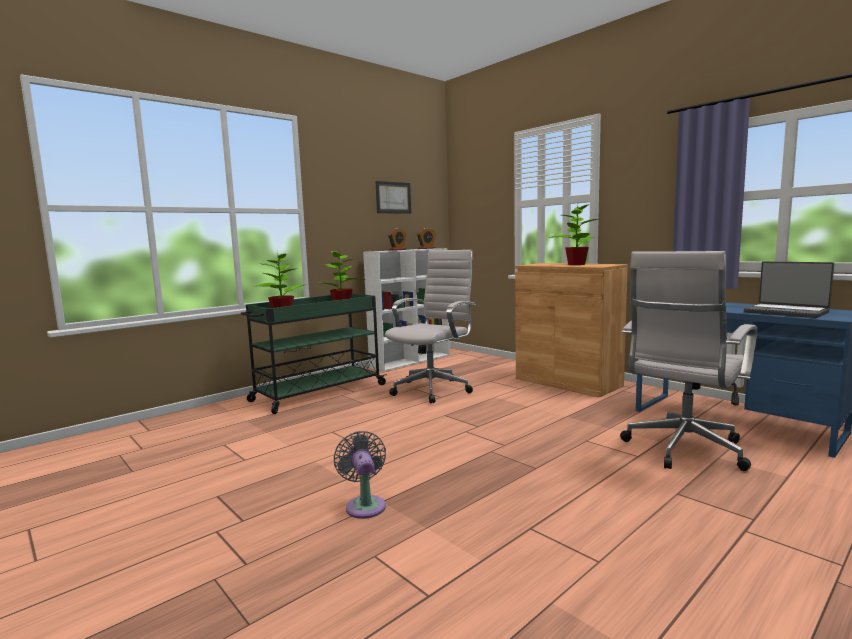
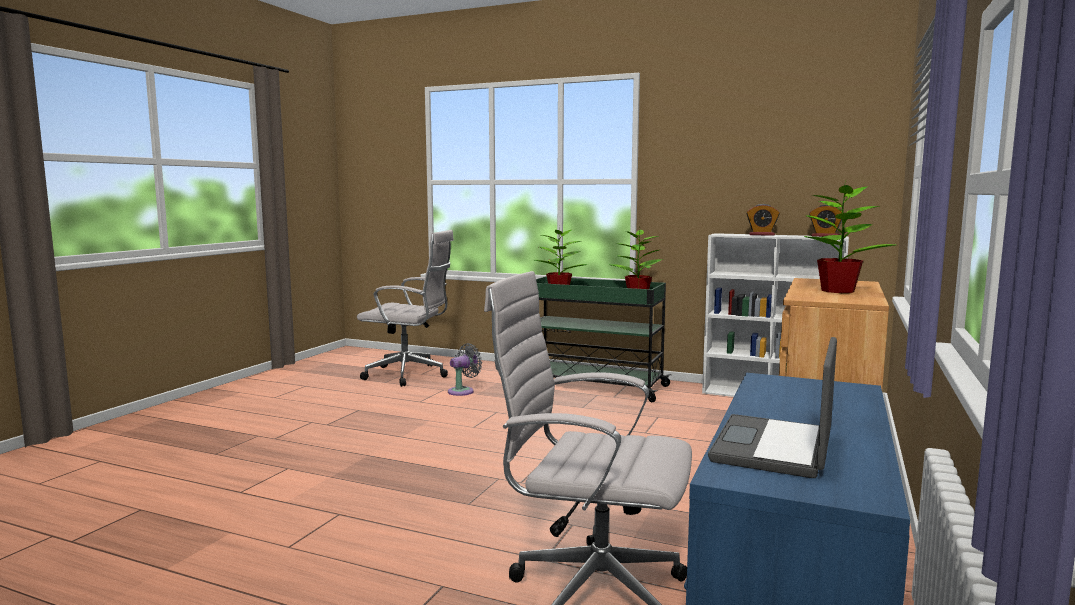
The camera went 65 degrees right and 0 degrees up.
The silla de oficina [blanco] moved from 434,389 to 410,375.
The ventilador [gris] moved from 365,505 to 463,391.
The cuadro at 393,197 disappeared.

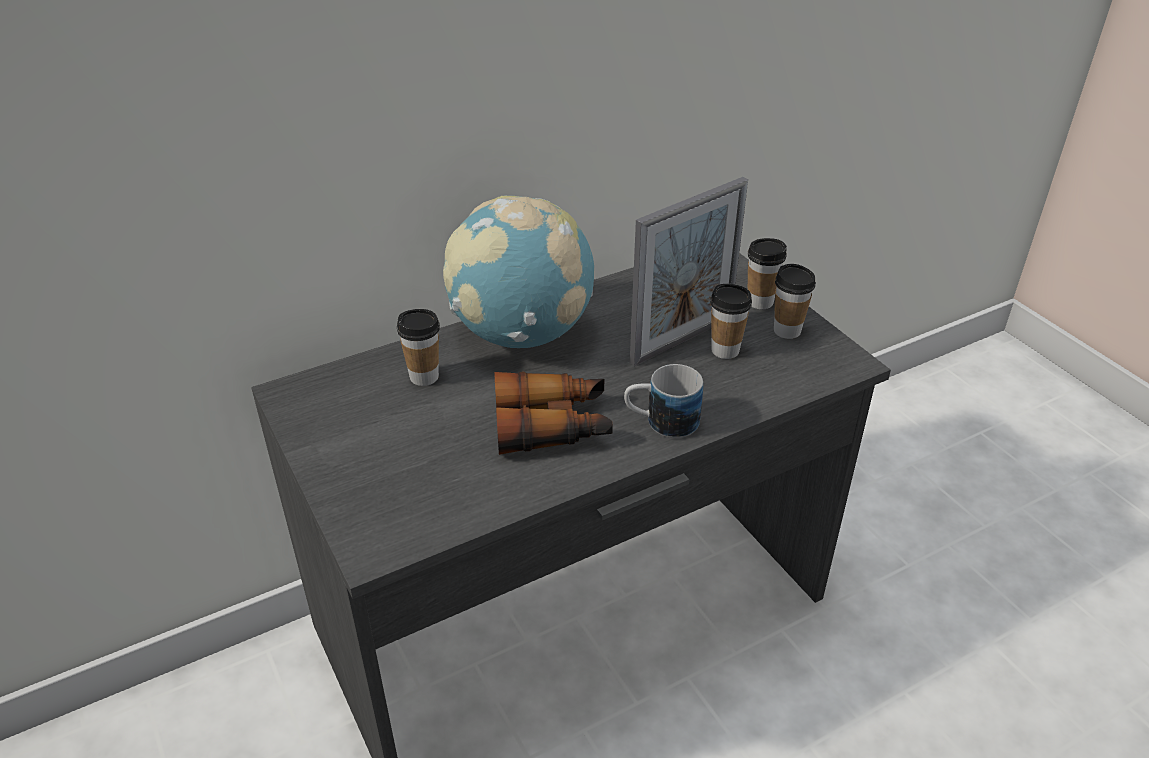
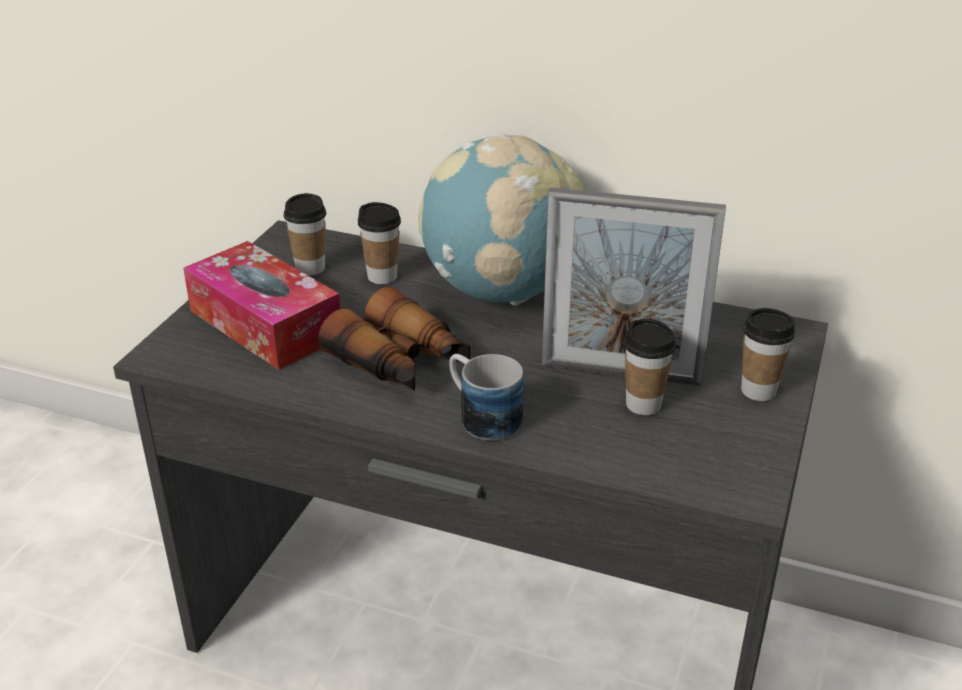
The camera went 50 degrees right and 5 degrees down.
The caja de pañuelos at 265,324 appeared.
The taza moved from 787,330 to 310,268.

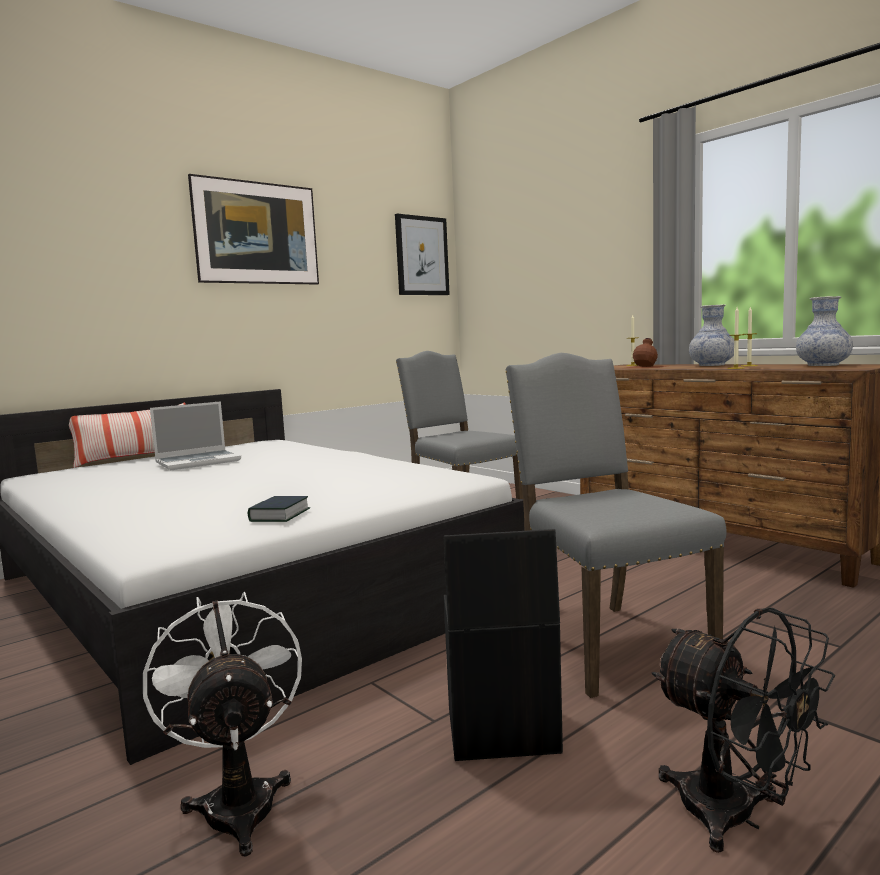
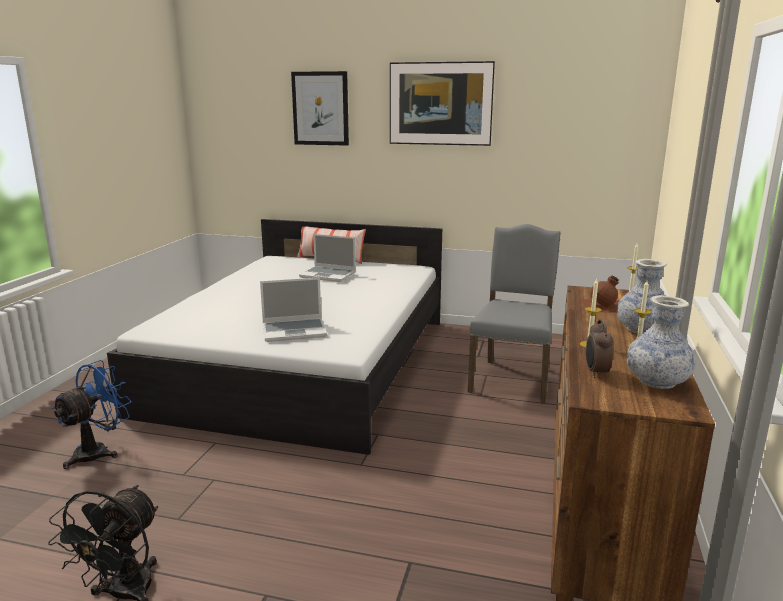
The camera went 55 degrees right and 10 degrees up.
The ventilador [blanco] at 238,800 became the ventilador [azul] at 98,451.
The portátil at 295,331 appeared.
The cuadro moved from 421,256 to 320,108.
The despertador at 595,373 appeared.
The libro at 279,515 disappeared.
The caja de almacenaje [negro] at 500,732 disappeared.
The silla [gris] at 606,643 disappeared.

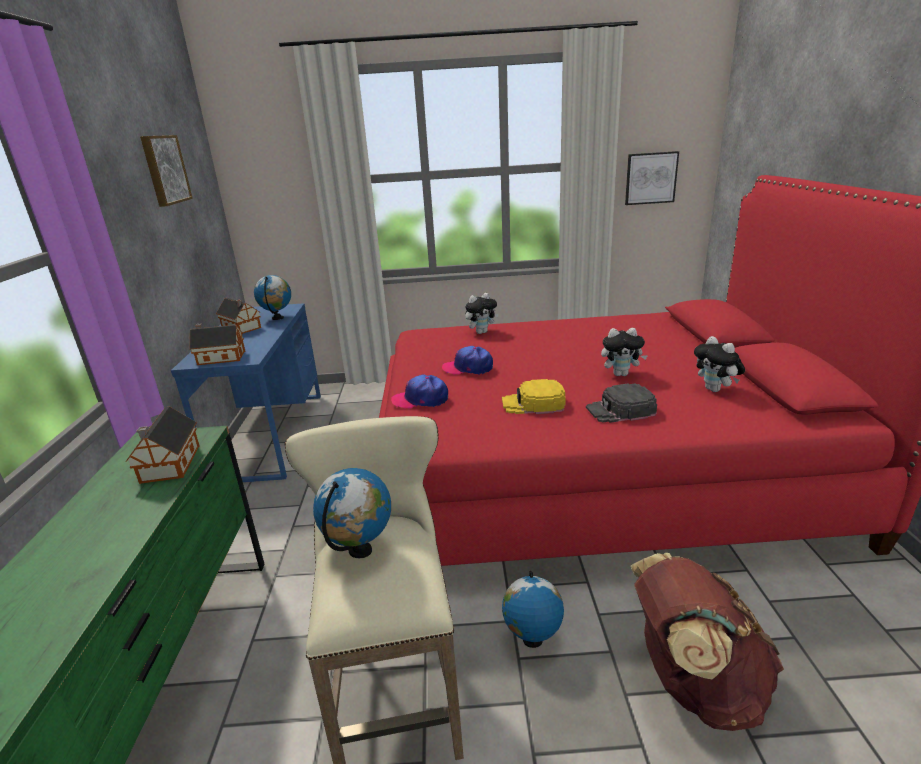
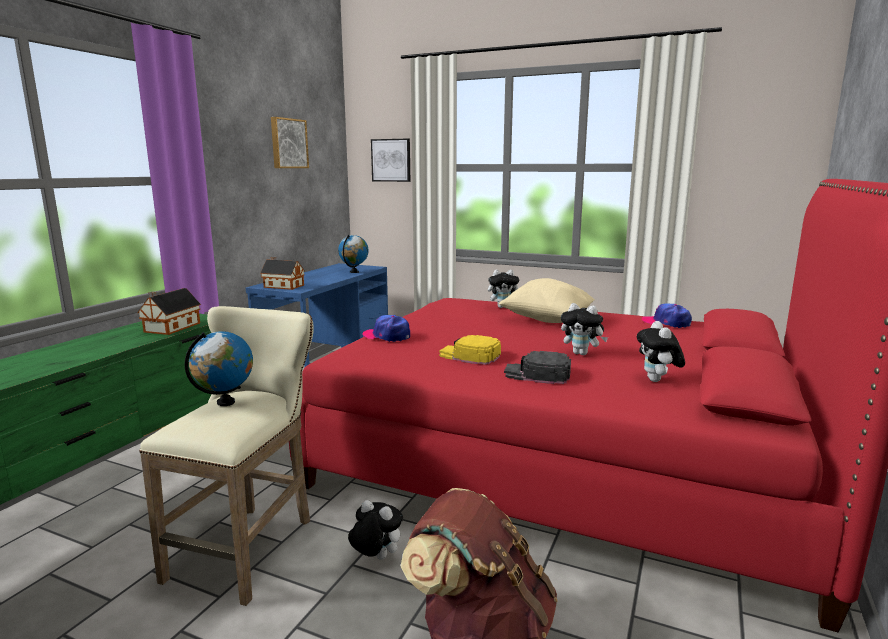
The camera went 25 degrees right and 10 degrees down.
The globo terráqueo at 532,640 was replaced by the peluche at 375,557.
The cuadro moved from 650,178 to 391,160.
The cojín [beis] at 546,320 appeared.
The gorra moved from 468,368 to 666,323.
The casita at 242,328 disappeared.

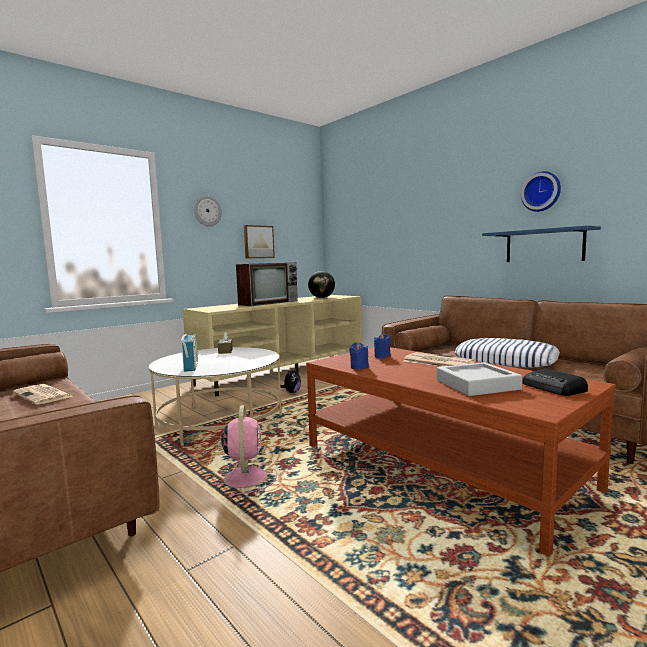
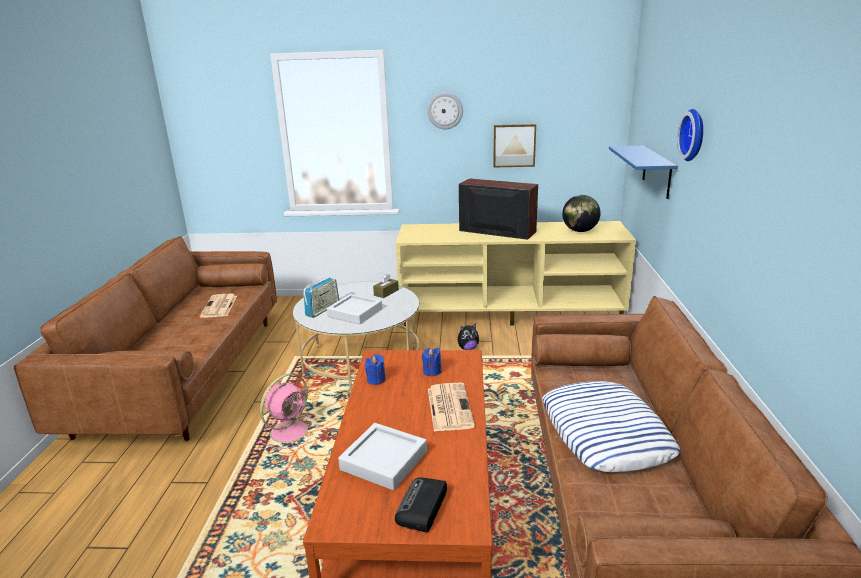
The camera went 45 degrees right and 15 degrees up.
The bandeja [gris] at 355,312 appeared.
The televisor at 269,302 turned 150 degrees counterclockwise.
The estante [azul] moved from 544,246 to 657,171.
The reloj de pared moved from 541,192 to 695,135.

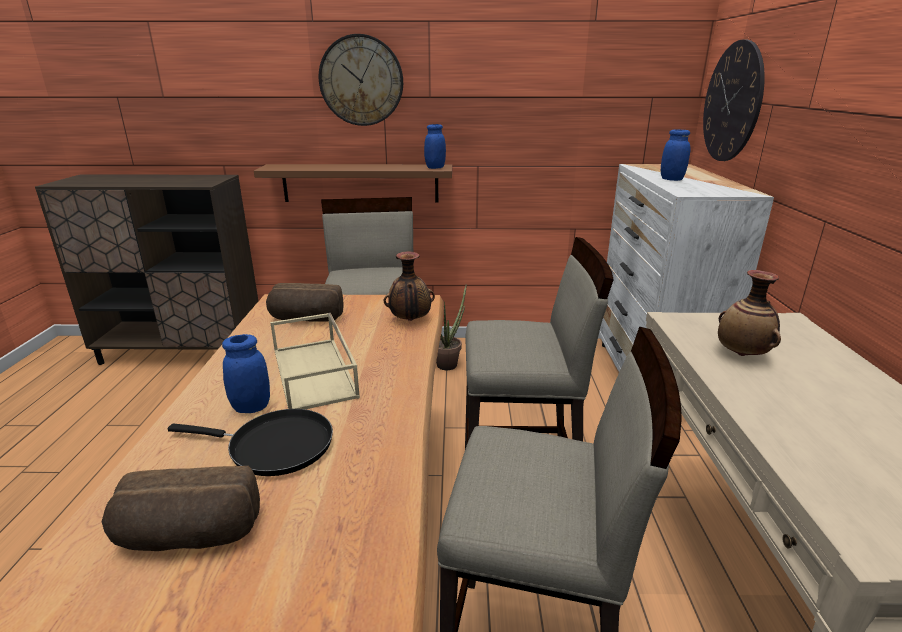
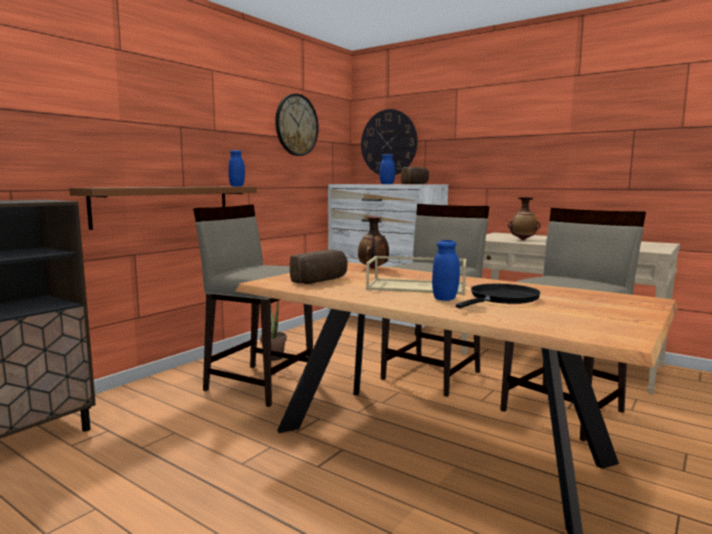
The camera went 55 degrees left and 15 degrees down.
The reloj de pared moved from 361,81 to 296,125.
The pan moved from 188,536 to 416,184.

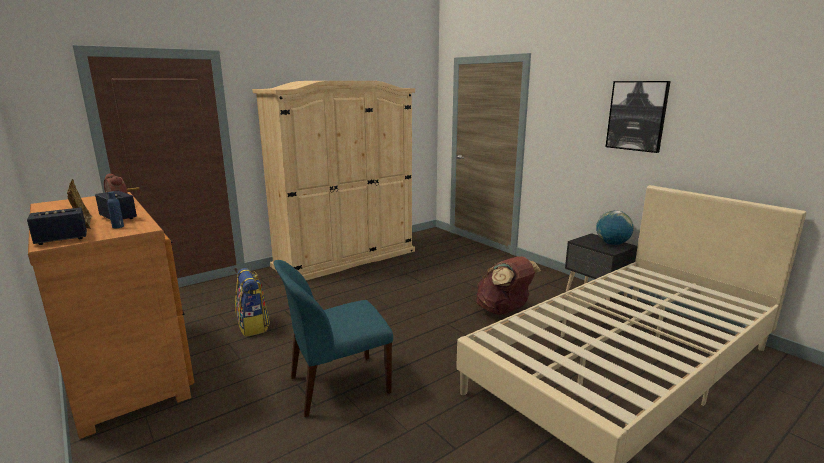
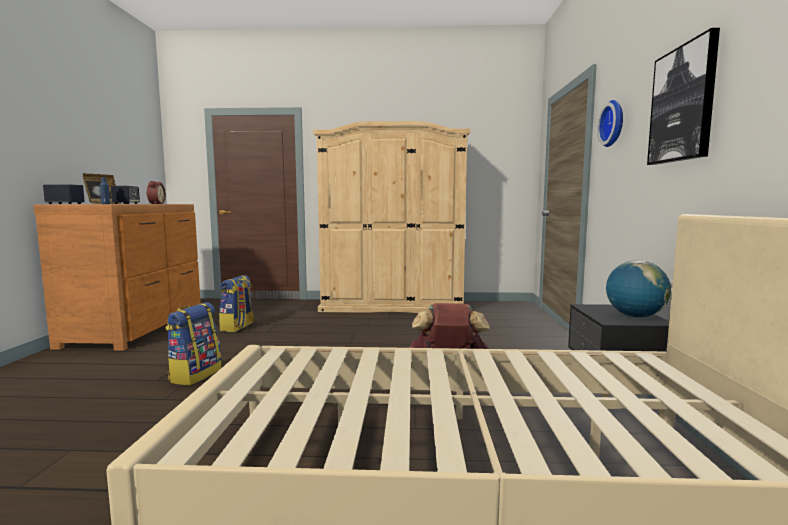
The camera went 40 degrees right and 10 degrees down.
The silla [azul] at 337,385 was replaced by the mochila at 195,375.
The reloj de pared at 614,123 appeared.

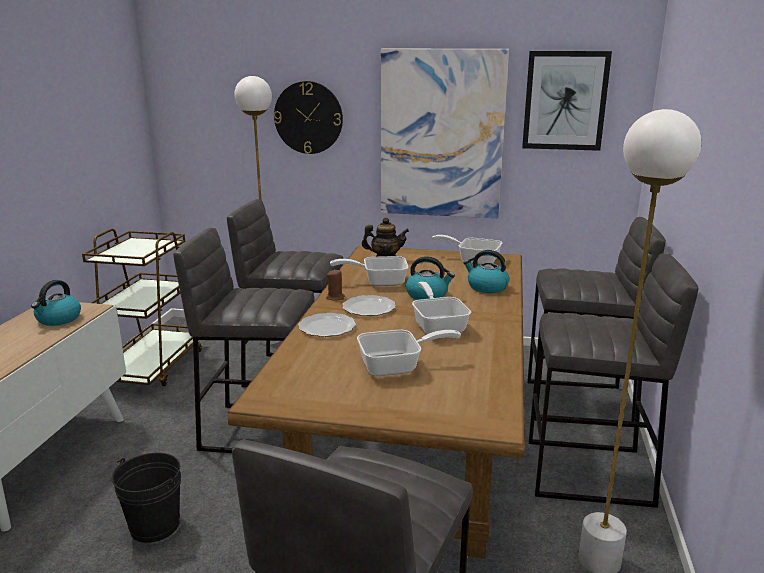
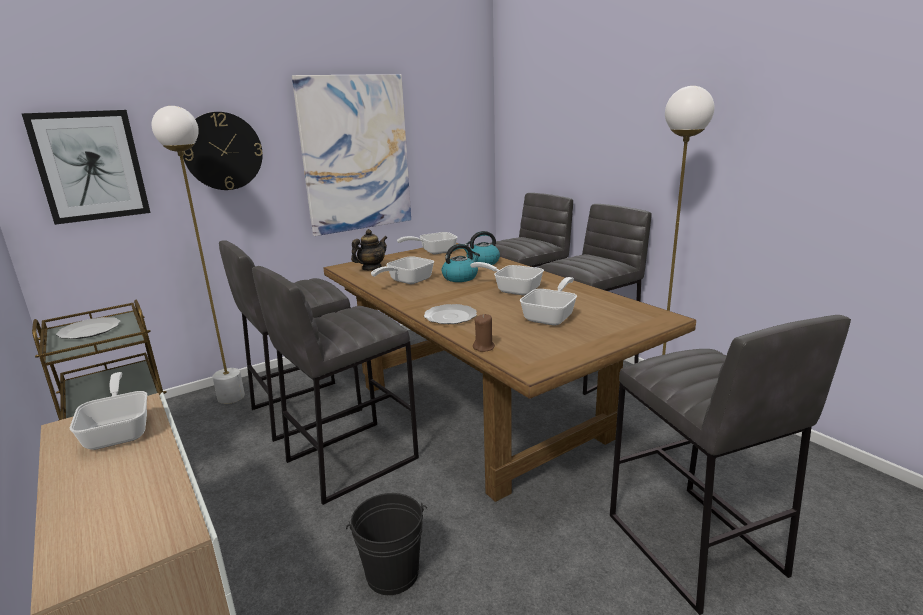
The camera went 45 degrees left and 0 degrees up.
The cuadro moved from 565,101 to 90,166.
The plato moved from 369,308 to 90,330.
The hervidor at 58,319 was replaced by the sartén at 120,430.
The vela [marrón] moved from 335,297 to 484,347.

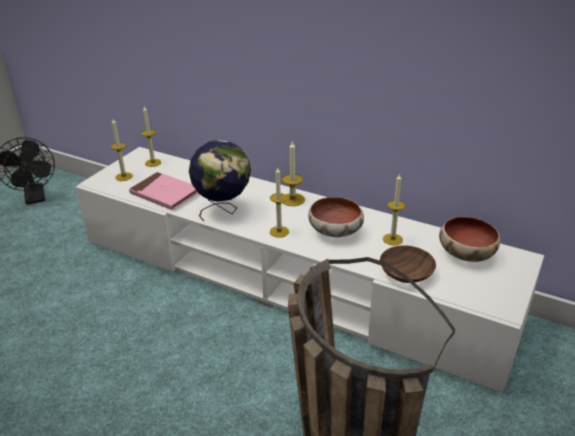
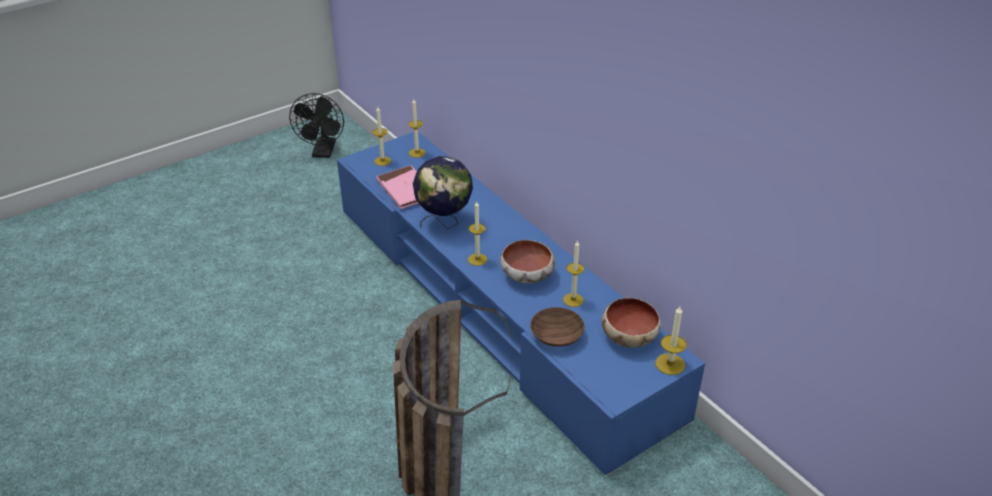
The camera went 25 degrees right and 5 degrees up.
The mueble de televisión [blanco] at 289,279 became the mueble de televisión [azul] at 496,306.
The vela moved from 292,199 to 670,364.

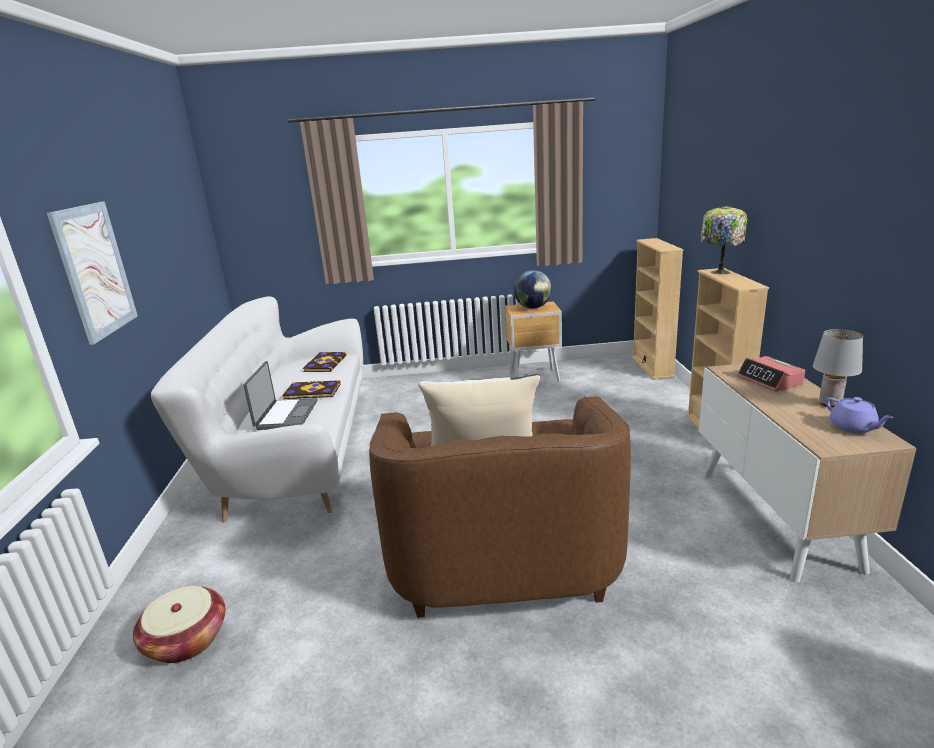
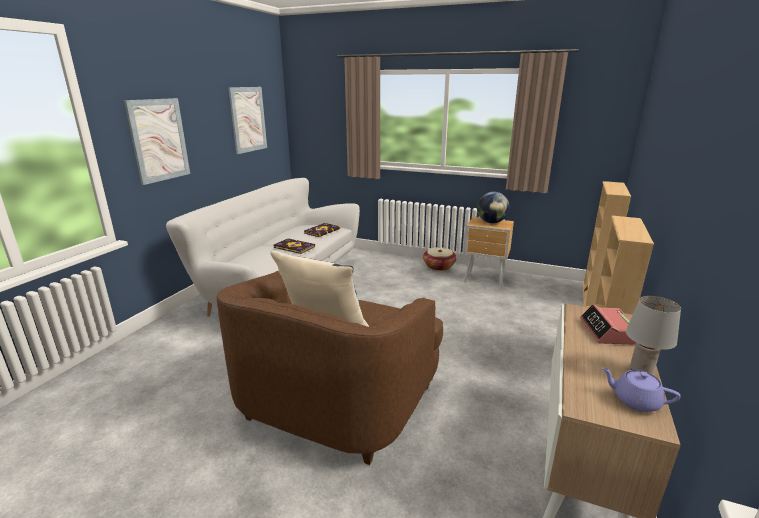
The camera went 25 degrees right and 0 degrees up.
The cuadro at 248,119 appeared.
The cesta moved from 186,640 to 439,266.
The tetera [morado] at 853,427 turned 120 degrees clockwise.
The portátil at 285,415 disappeared.
The lámpara de mesa at 719,272 disappeared.

